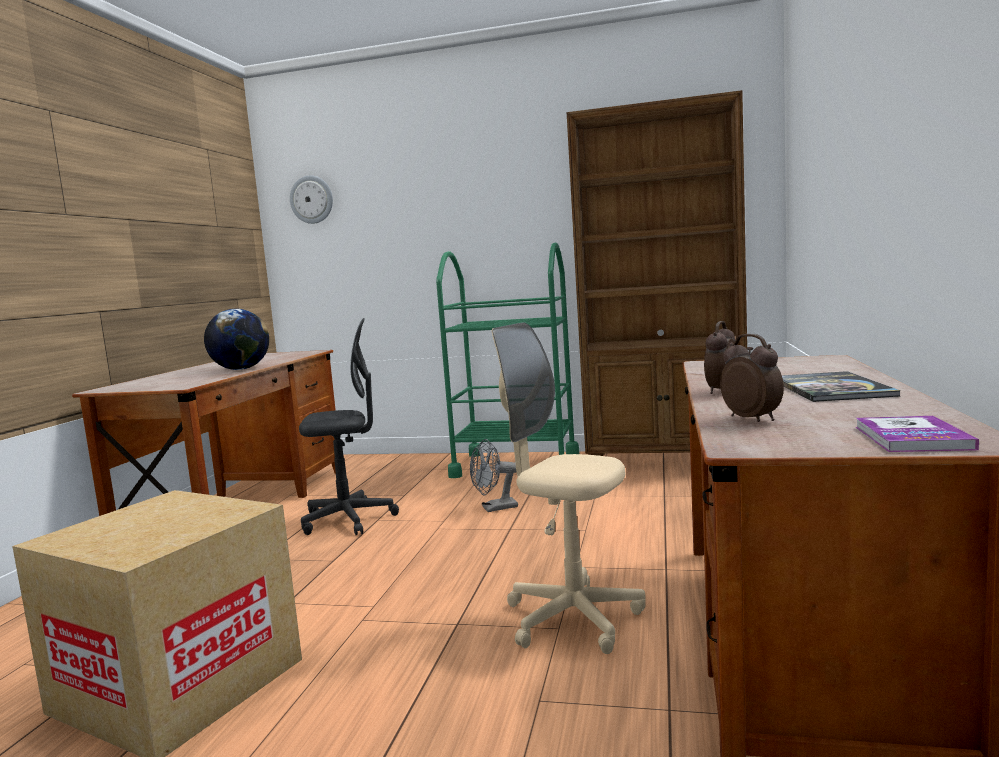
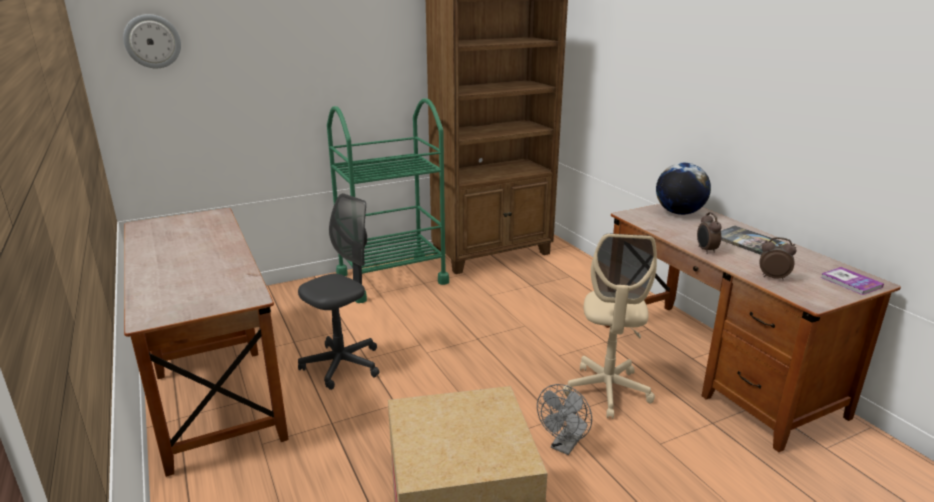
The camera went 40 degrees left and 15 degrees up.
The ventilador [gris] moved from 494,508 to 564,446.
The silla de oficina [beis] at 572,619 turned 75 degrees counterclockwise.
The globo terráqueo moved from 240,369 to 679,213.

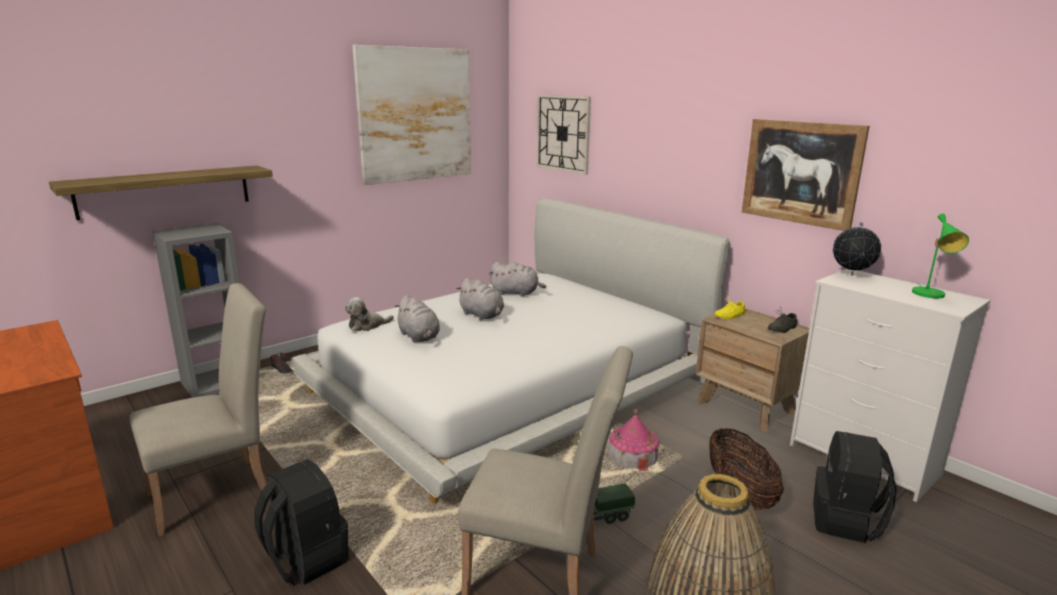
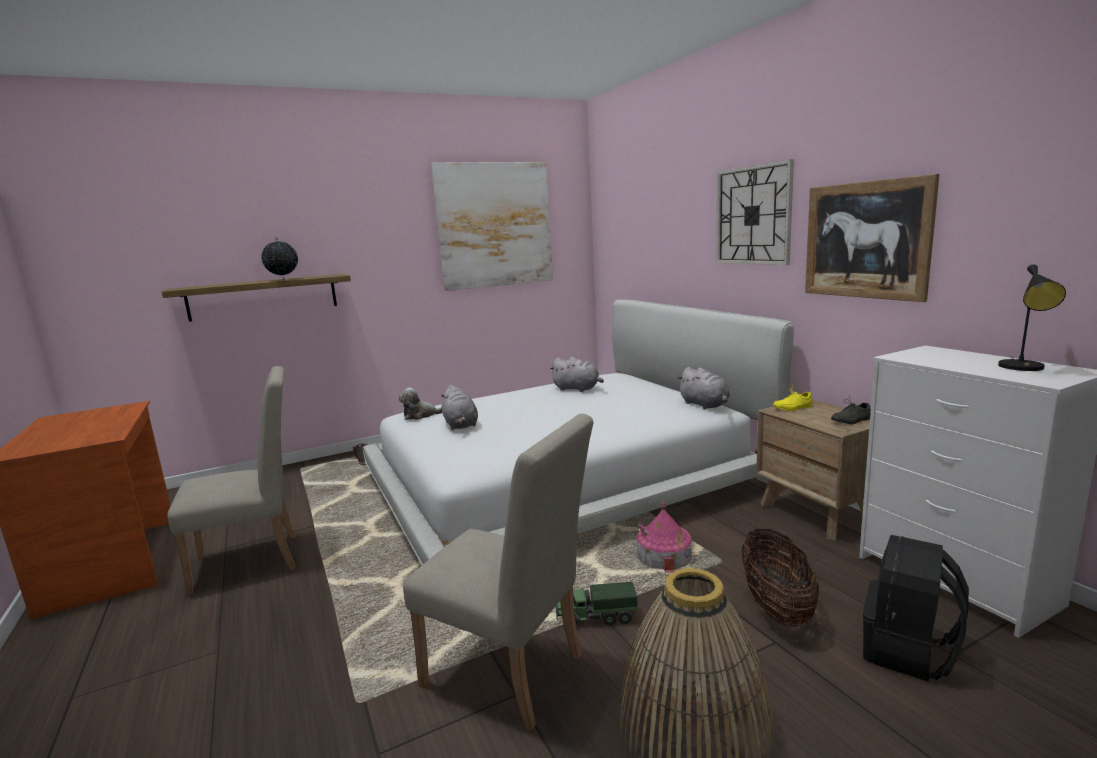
The camera went 15 degrees right and 5 degrees down.
The globo terráqueo moved from 851,275 to 283,280.
The peluche [gris] moved from 482,315 to 705,405.
The reloj de pared moved from 563,133 to 753,215.
The lámpara de mesa [verde] at 931,295 became the lámpara de mesa [negro] at 1024,368.
The estantería [gris] at 218,382 disappeared.
The mochila [negro] at 305,559 disappeared.

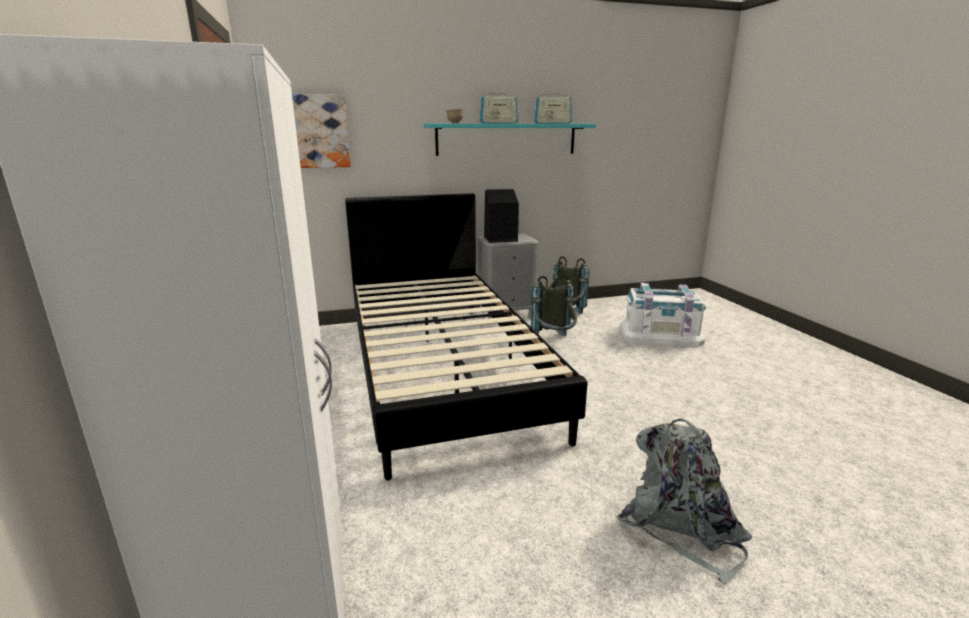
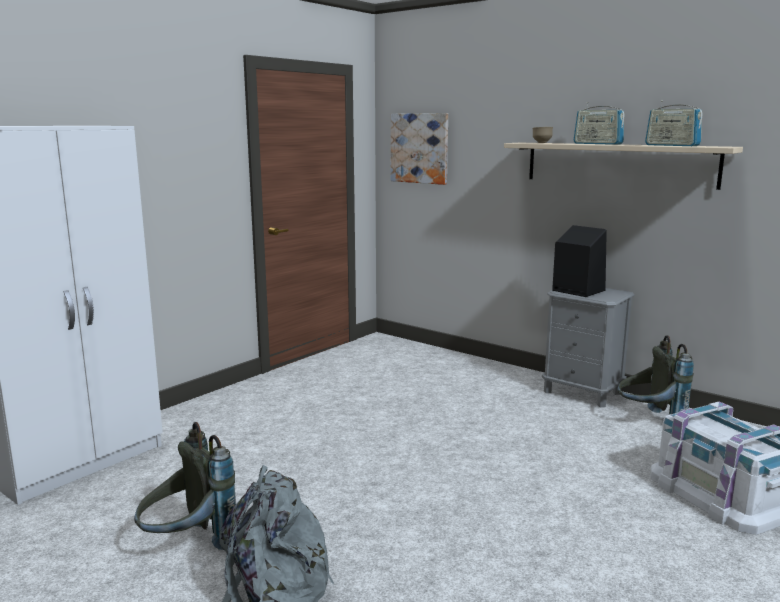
The camera went 55 degrees right and 5 degrees down.
The mochila [gris] moved from 553,341 to 188,546.
The estante [turquesa] at 507,139 became the estante [beis] at 618,164.
The cama [negro] at 442,369 disappeared.

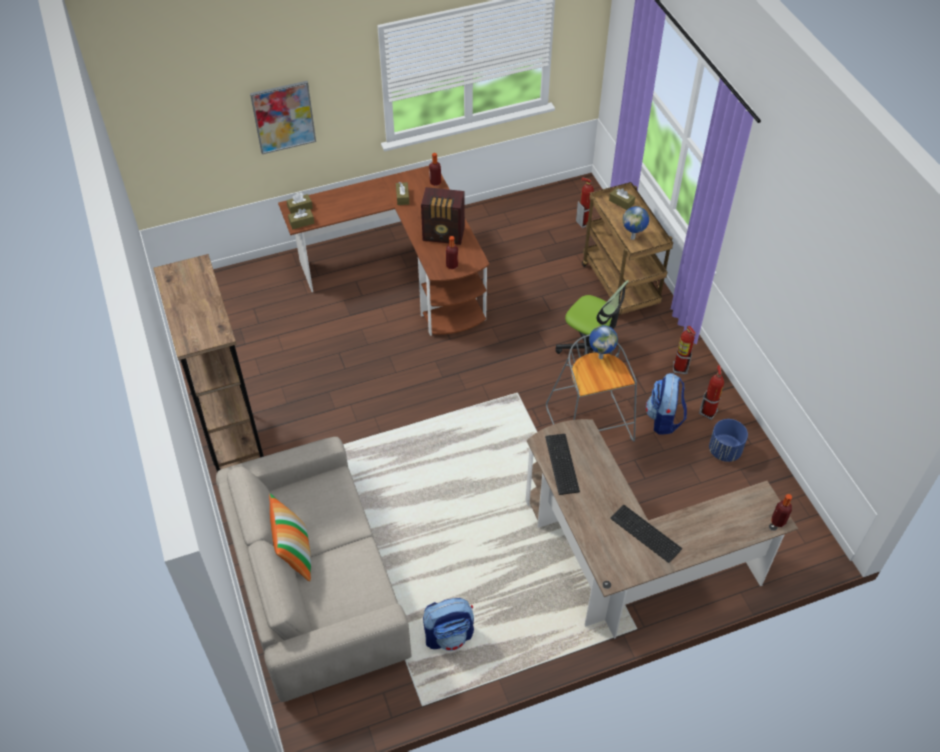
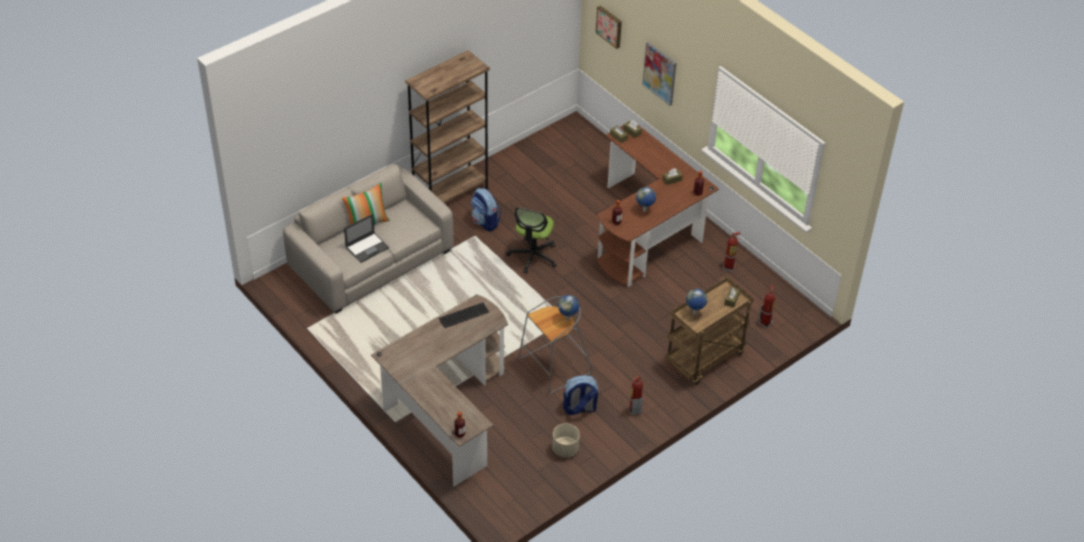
The camera went 70 degrees right and 5 degrees down.
The portátil at 367,247 appeared.
The mochila moved from 449,635 to 485,222.
The silla de oficina moved from 589,352 to 533,256.
The maceta [azul] at 725,451 became the maceta [beis] at 565,449.
The cuadro at 610,26 appeared.
The radio at 444,235 was replaced by the globo terráqueo at 644,211.
The extintor moved from 708,412 to 729,267.
The teclado at 645,535 disappeared.

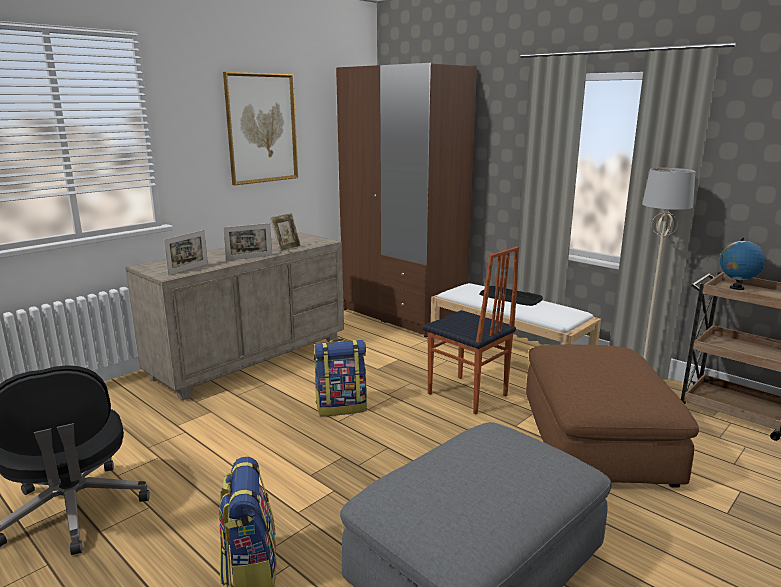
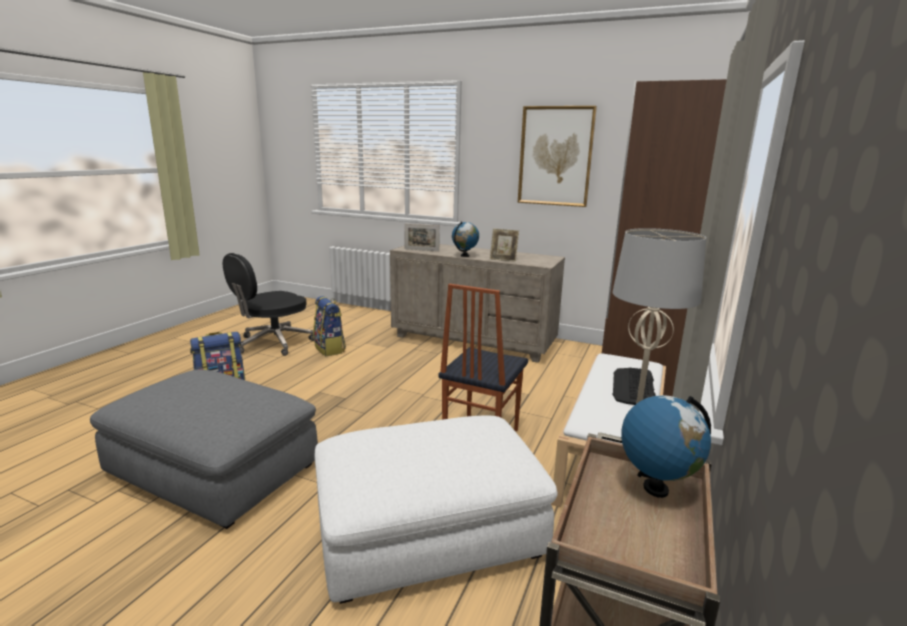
The camera went 70 degrees right and 0 degrees up.
The mochila moved from 341,407 to 330,349.
The puf [marrón] at 596,439 became the puf [blanco] at 428,532.
The portarretratos at 249,258 was replaced by the globo terráqueo at 465,256.

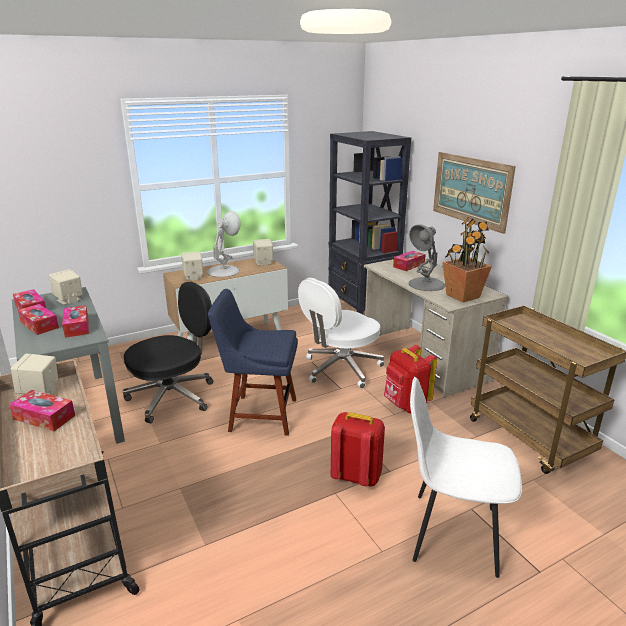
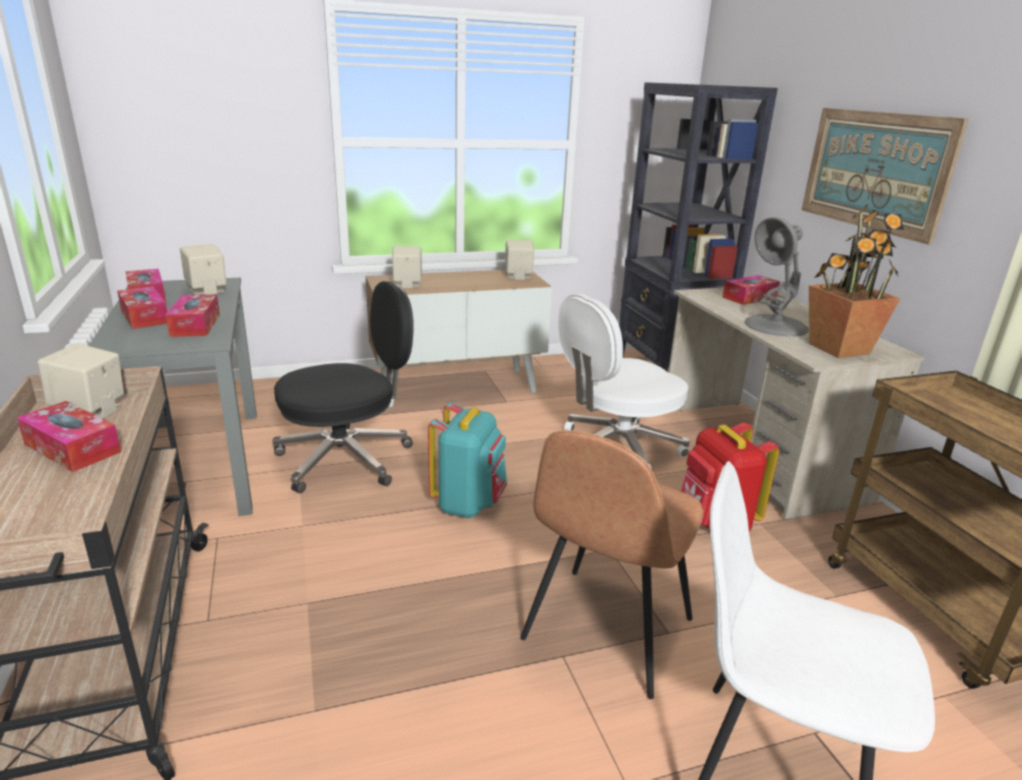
The camera went 10 degrees right and 0 degrees up.
The silla [azul] at 259,414 was replaced by the mochila [turquesa] at 468,503.
The mochila [rojo] at 356,476 was replaced by the silla [marrón] at 605,631.
The lámpara de mesa [blanco] at 224,271 disappeared.

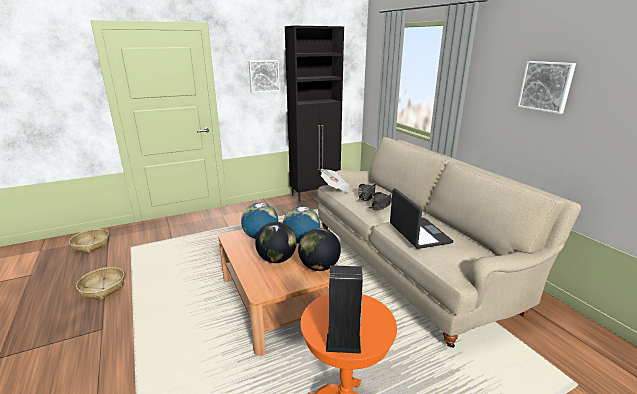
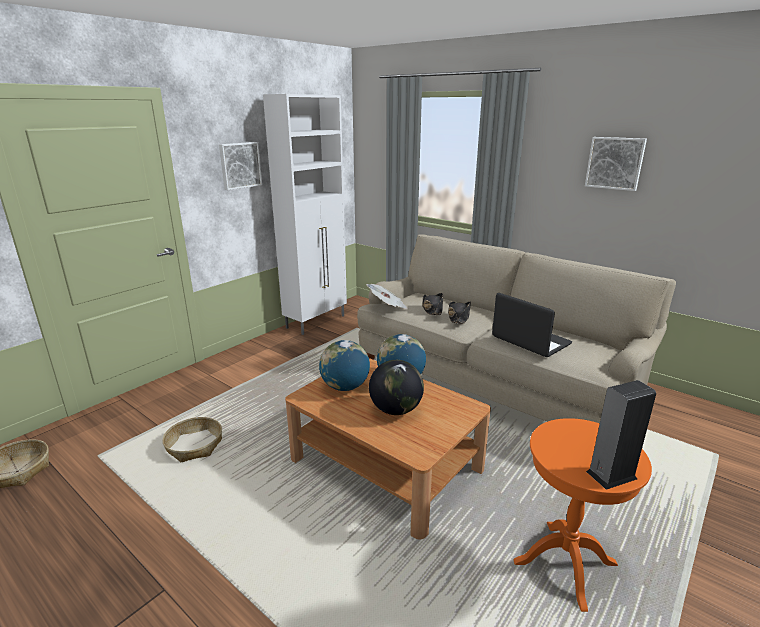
The camera went 25 degrees left and 0 degrees up.
The cesta moved from 103,288 to 194,446.
The armario [negro] at 315,195 became the armario [blanco] at 316,321.
The globo terráqueo at 319,267 disappeared.

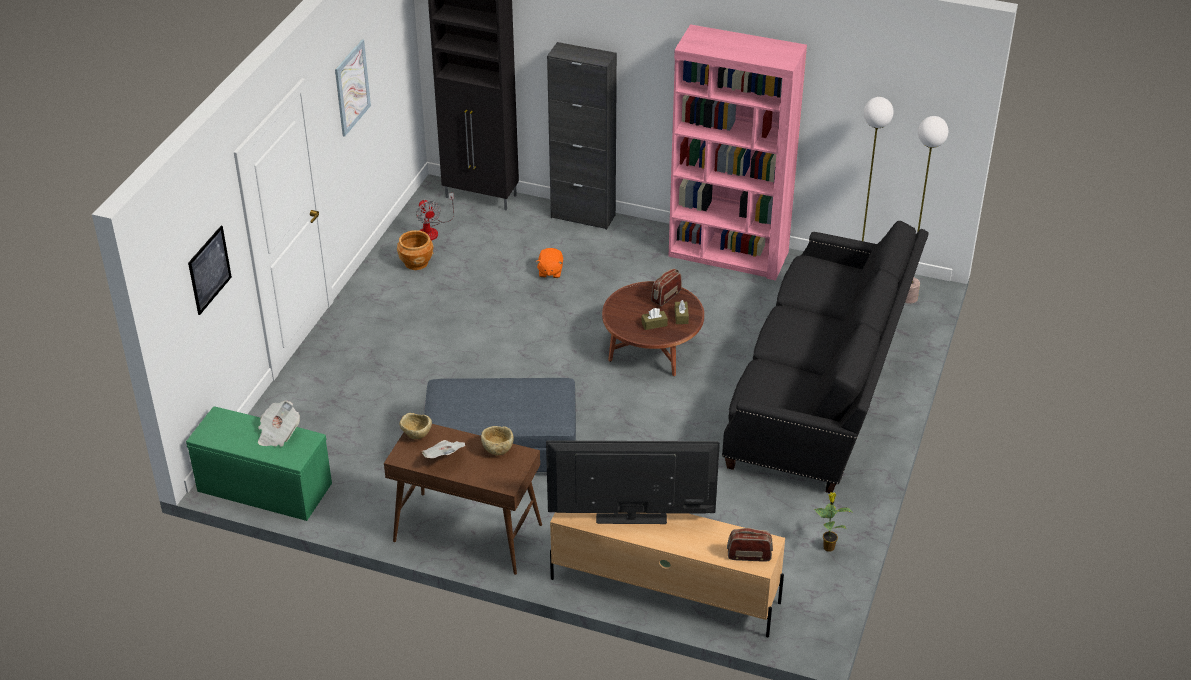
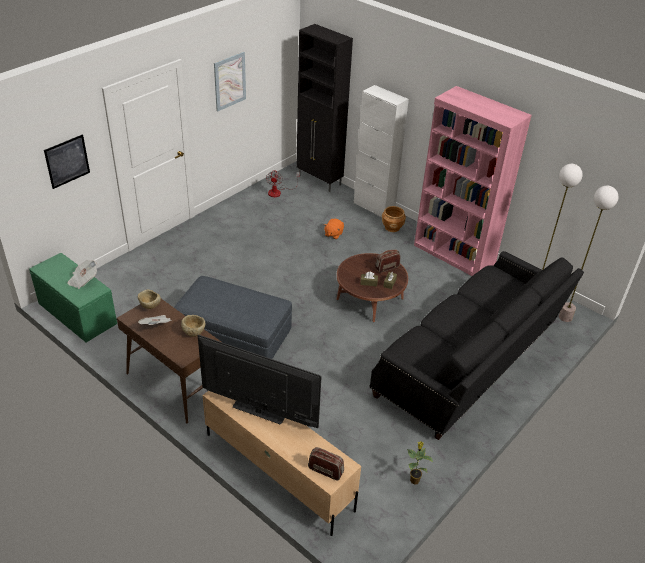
The camera went 20 degrees right and 0 degrees up.
The armario [negro] at 583,216 became the armario [blanco] at 374,207.
The maceta [marrón] moved from 416,262 to 392,227.

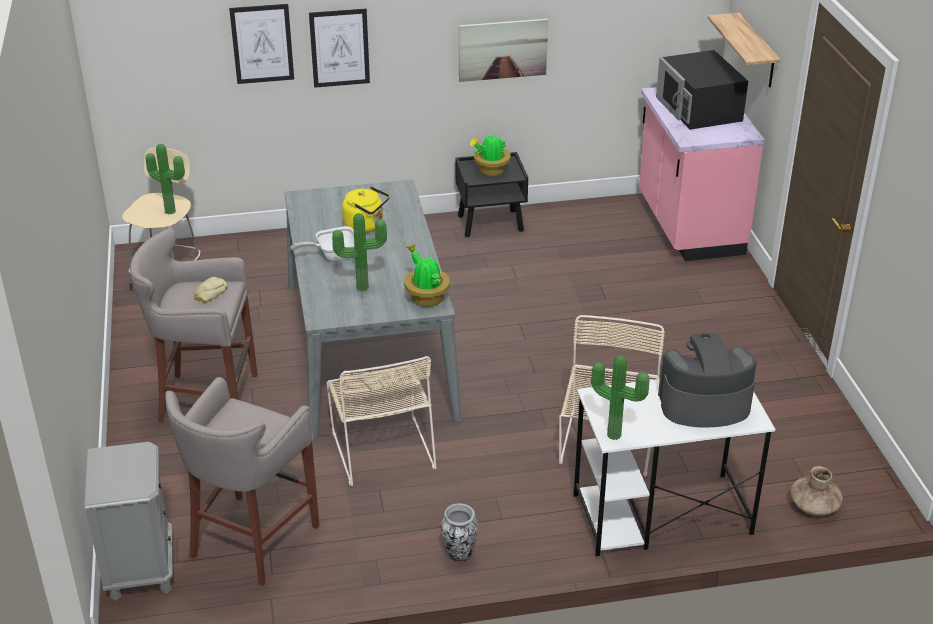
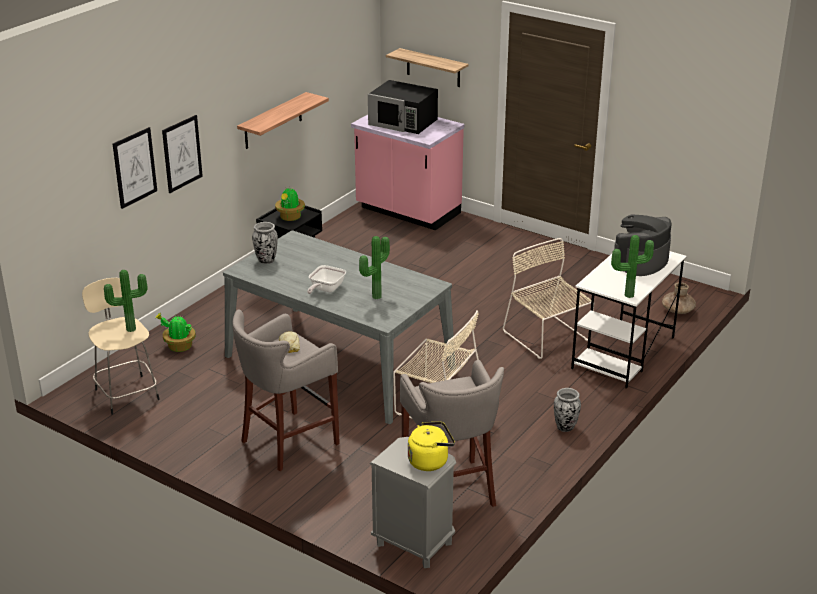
The camera went 45 degrees left and 5 degrees down.
The planta en maceta moved from 426,298 to 179,346.
The cuadro at 502,49 was replaced by the estante at 273,121.
The florero at 266,260 appeared.
The hervidor [amarillo] moved from 366,226 to 430,461.

